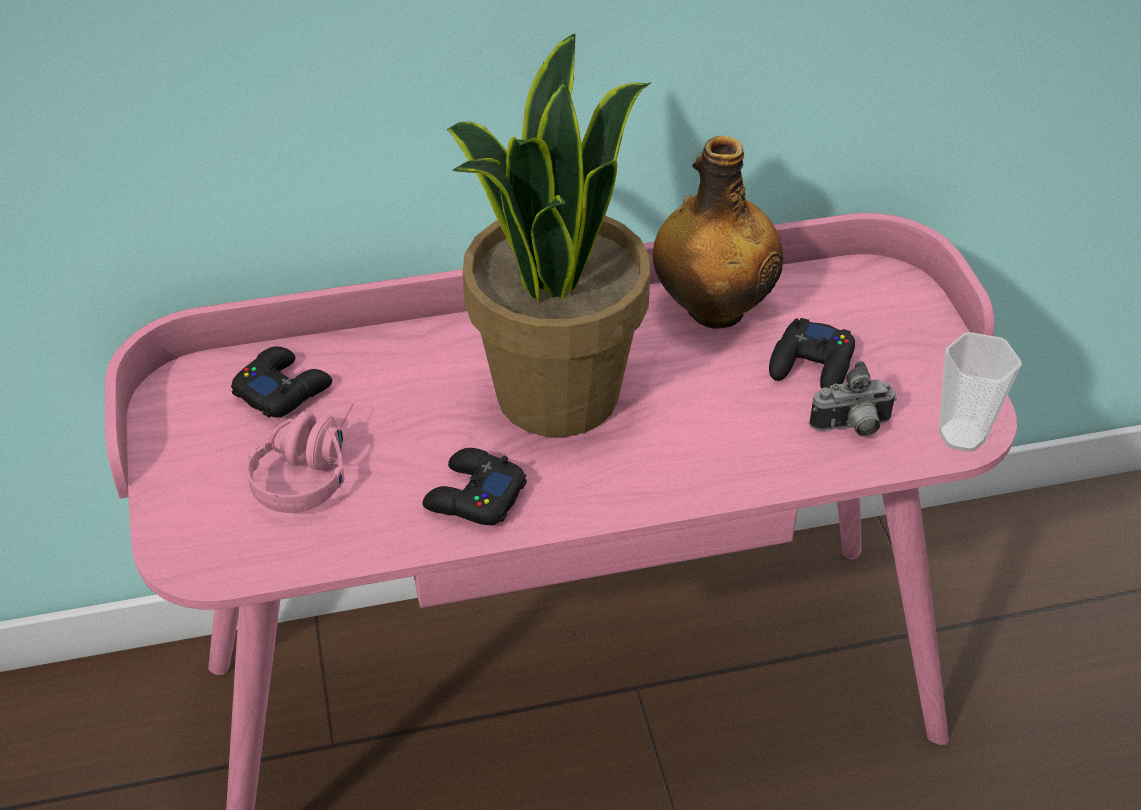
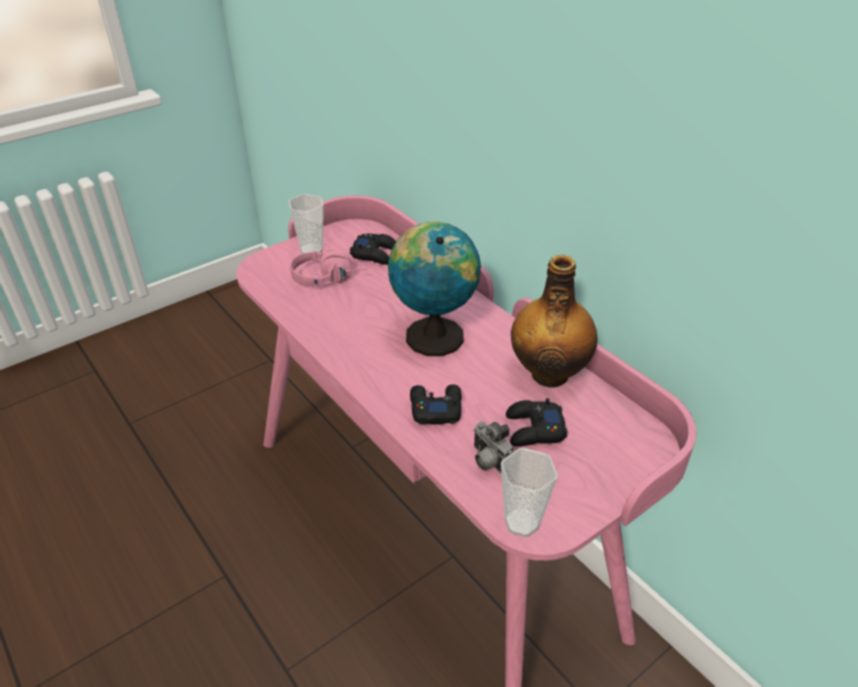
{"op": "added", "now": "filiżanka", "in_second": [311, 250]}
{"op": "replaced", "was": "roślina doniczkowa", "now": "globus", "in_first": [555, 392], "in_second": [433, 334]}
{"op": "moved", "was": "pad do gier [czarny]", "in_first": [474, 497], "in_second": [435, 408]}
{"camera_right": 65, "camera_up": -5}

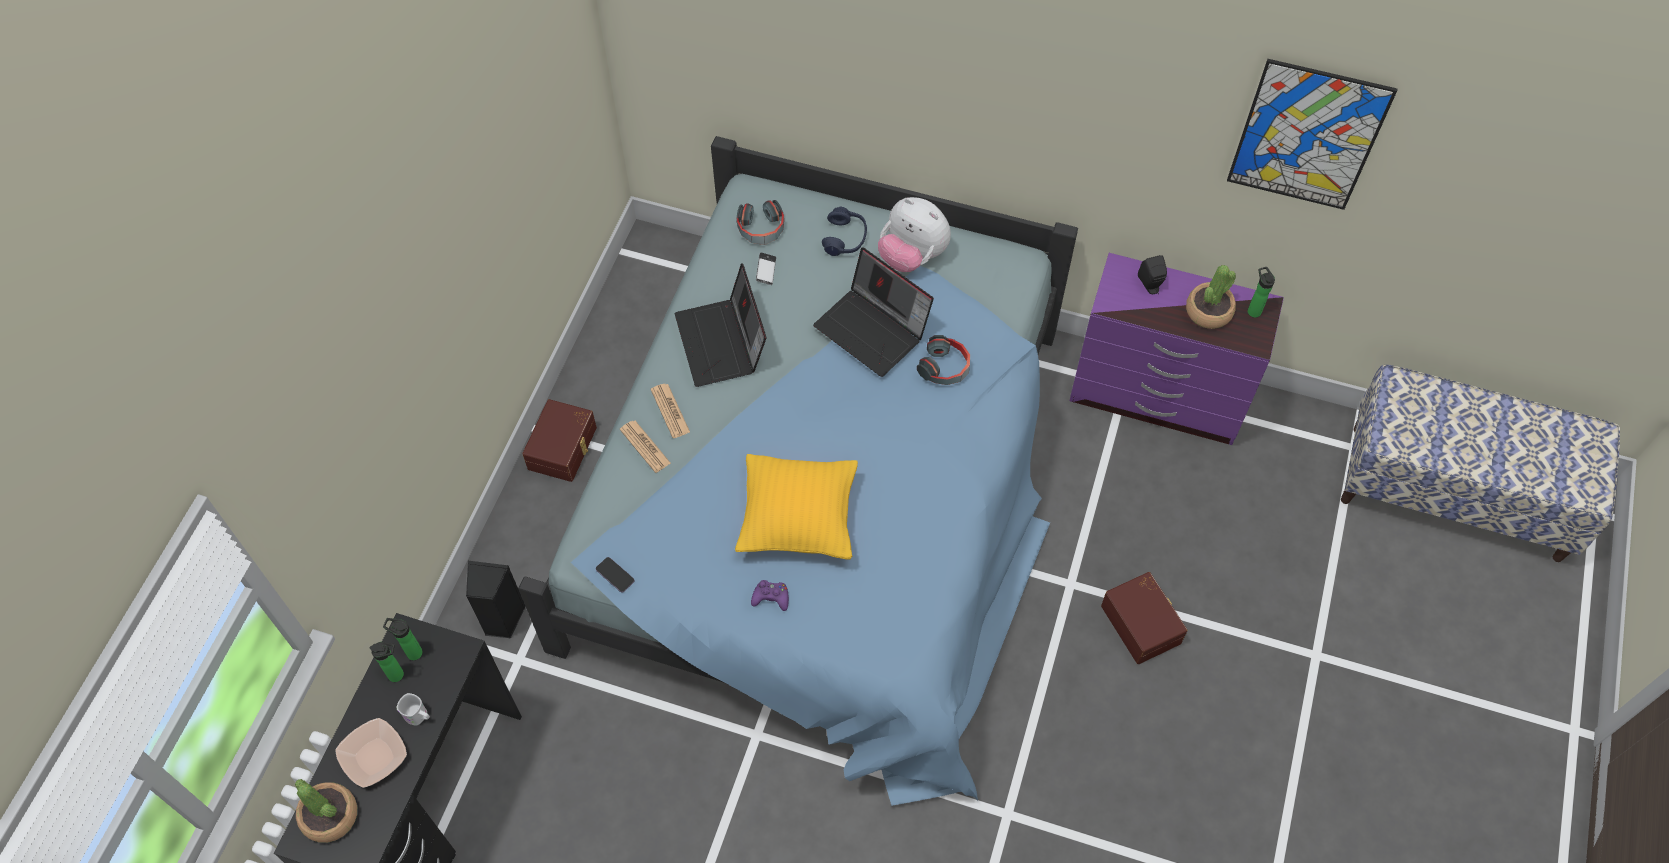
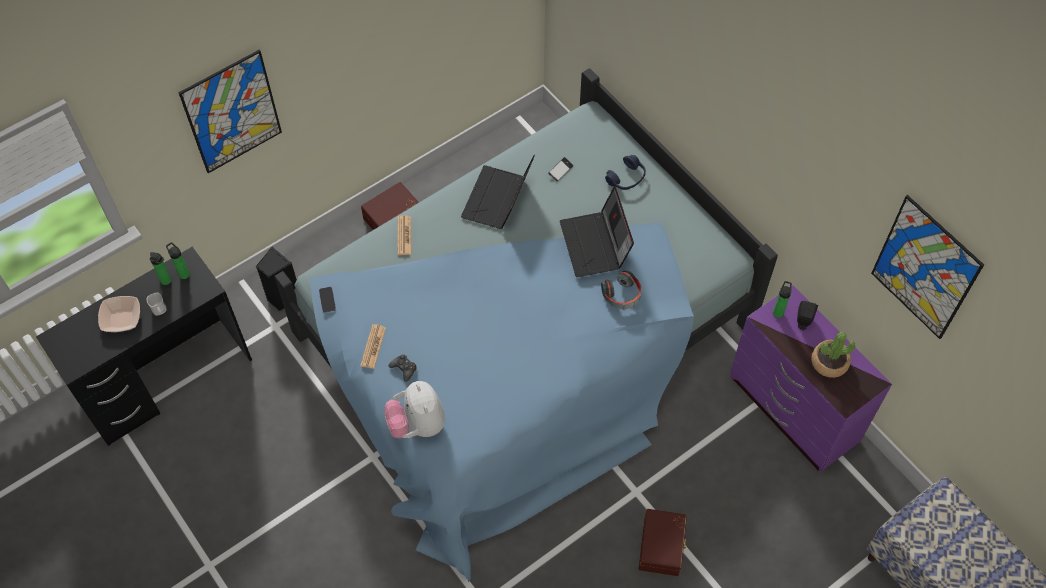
{"op": "added", "now": "obraz", "in_second": [232, 112]}
{"op": "moved", "was": "gazeta", "in_first": [670, 411], "in_second": [373, 347]}
{"op": "moved", "was": "pluszak", "in_first": [912, 256], "in_second": [417, 424]}
{"op": "recoloured", "was": "pad do gier [fioletowy]", "now": "pad do gier [czarny]", "in_first": [771, 597], "in_second": [404, 369]}
{"op": "moved", "was": "butelka", "in_first": [1253, 310], "in_second": [778, 311]}
{"op": "removed", "was": "roślina doniczkowa", "in_first": [330, 815]}
{"op": "removed", "was": "poduszka [żółty]", "in_first": [798, 520]}
{"op": "removed", "was": "słuchawki", "in_first": [761, 229]}
{"camera_right": 35, "camera_up": 0}

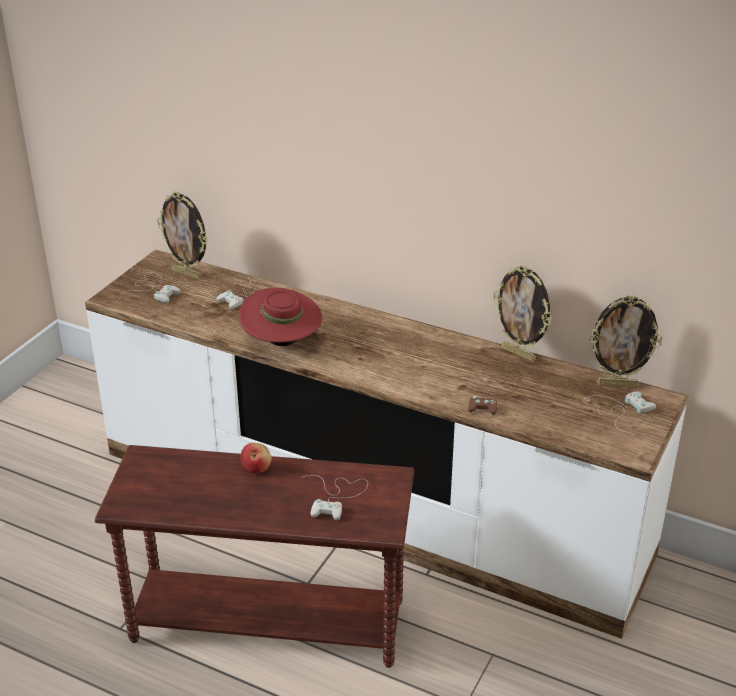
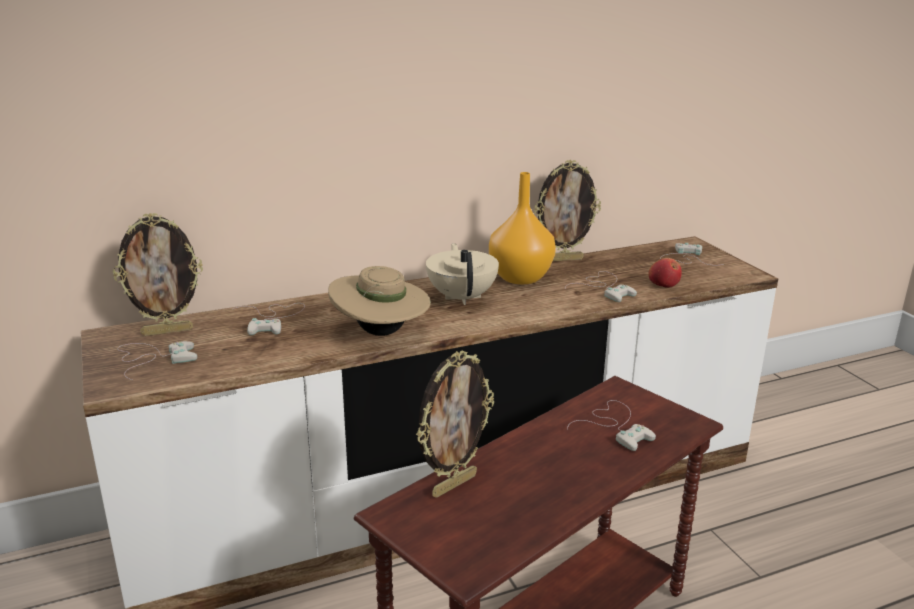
{"op": "recoloured", "was": "kapelusz [czerwony]", "now": "kapelusz [beżowy]", "in_first": [282, 342], "in_second": [381, 333]}
{"op": "moved", "was": "ramka na zdjęcie", "in_first": [617, 384], "in_second": [453, 484]}
{"op": "added", "now": "imbryk [beżowy]", "in_second": [462, 297]}
{"op": "added", "now": "wazon [pomarańczowy]", "in_second": [520, 277]}
{"op": "recoloured", "was": "pad do gier [brązowy]", "now": "pad do gier [biały]", "in_first": [489, 395], "in_second": [604, 288]}
{"op": "moved", "was": "jabłko", "in_first": [256, 467], "in_second": [663, 285]}
{"camera_right": -50, "camera_up": -10}

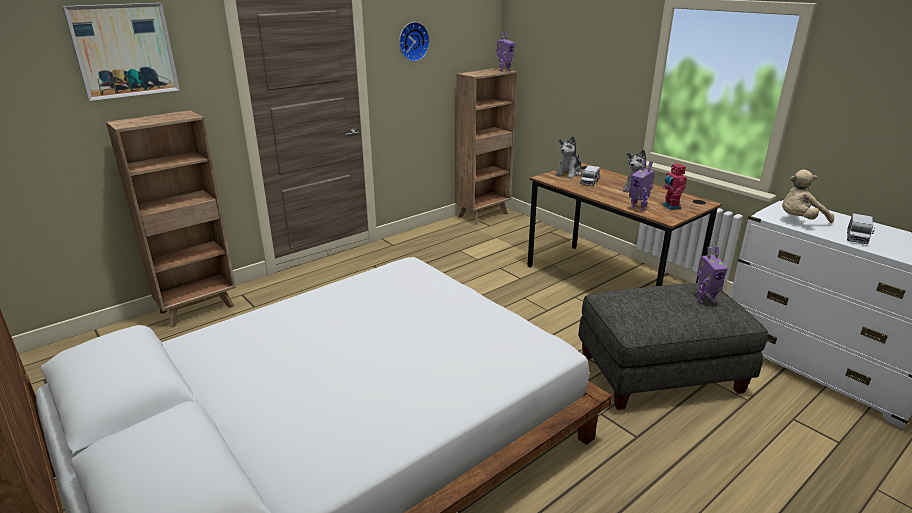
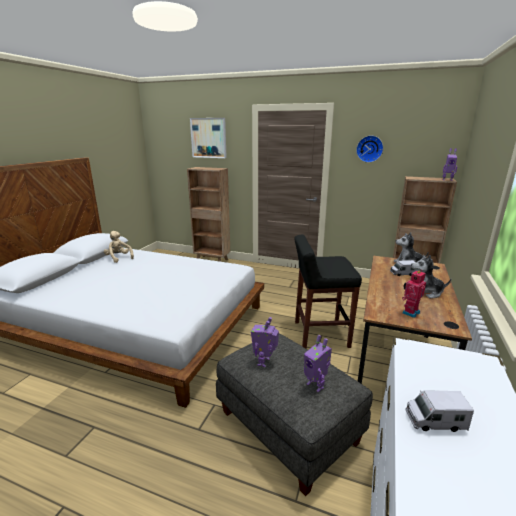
{"op": "moved", "was": "pluszak [beżowy]", "in_first": [799, 220], "in_second": [119, 258]}
{"op": "moved", "was": "robot zabawkowy", "in_first": [638, 208], "in_second": [264, 362]}
{"op": "added", "now": "stołek [czarny]", "in_second": [320, 334]}
{"camera_right": 60, "camera_up": -5}

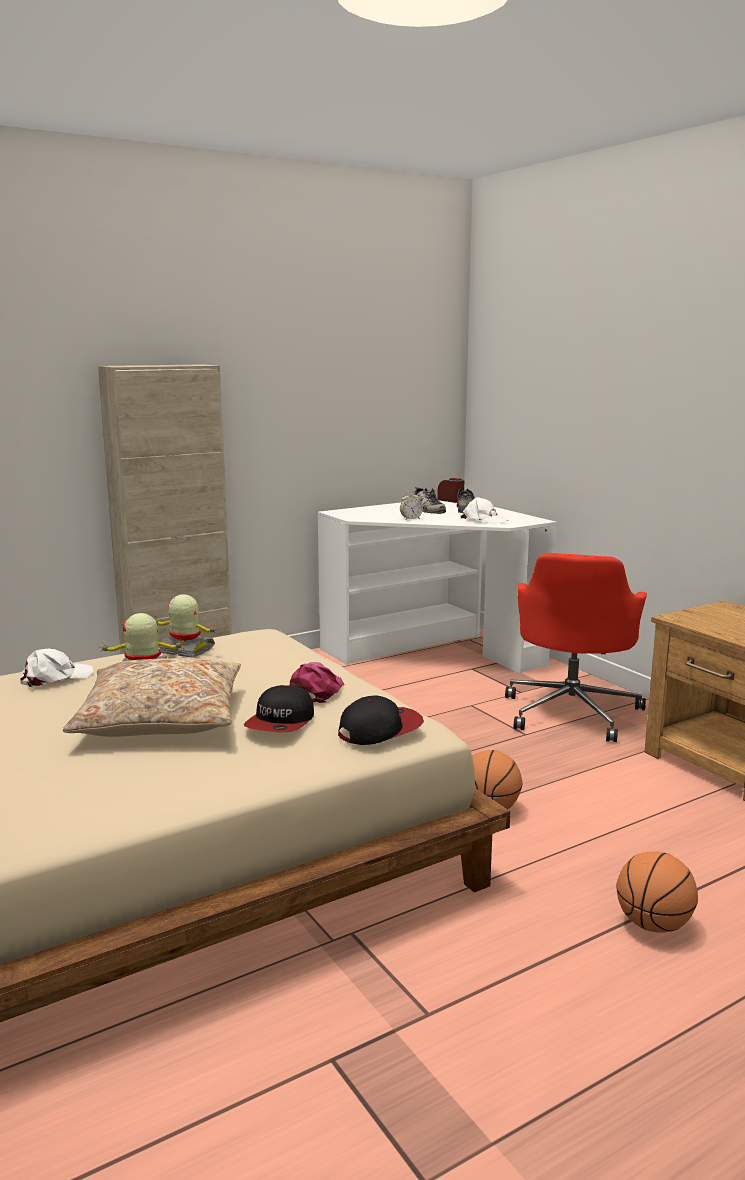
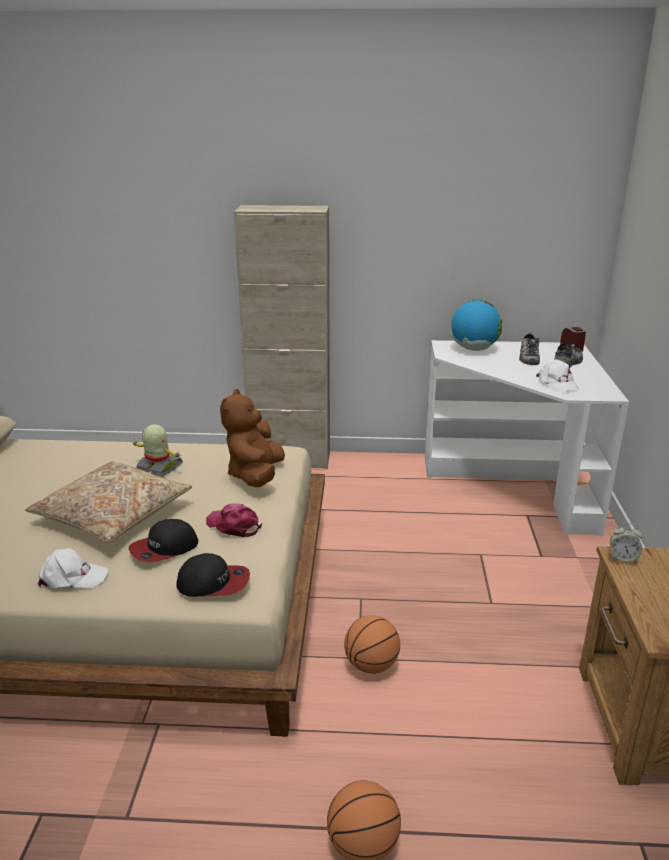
{"op": "moved", "was": "czapka z daszkiem [biały]", "in_first": [55, 677], "in_second": [72, 577]}
{"op": "turned", "was": "czapka z daszkiem [różowy]", "in_first": [317, 691], "in_second": [233, 525], "clockwise": -105}
{"op": "added", "now": "pluszak [brązowy]", "in_second": [255, 475]}
{"op": "added", "now": "globus", "in_second": [474, 349]}
{"op": "moved", "was": "budzik", "in_first": [411, 519], "in_second": [623, 558]}
{"op": "removed", "was": "robot zabawkowy", "in_first": [186, 650]}
{"op": "removed", "was": "krzesło biurowe [czerwony]", "in_first": [572, 712]}
{"camera_right": 35, "camera_up": 10}

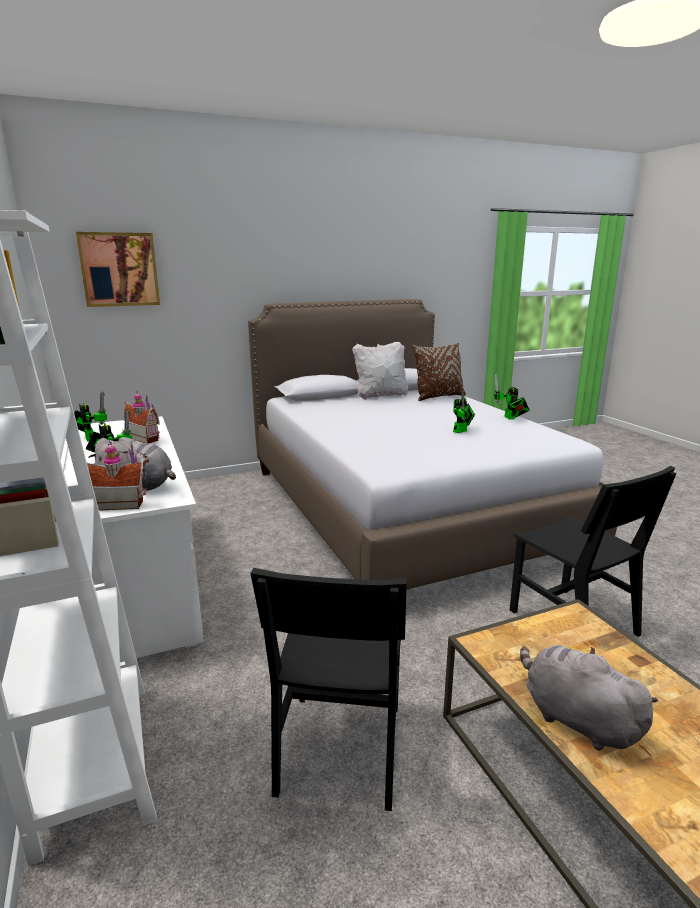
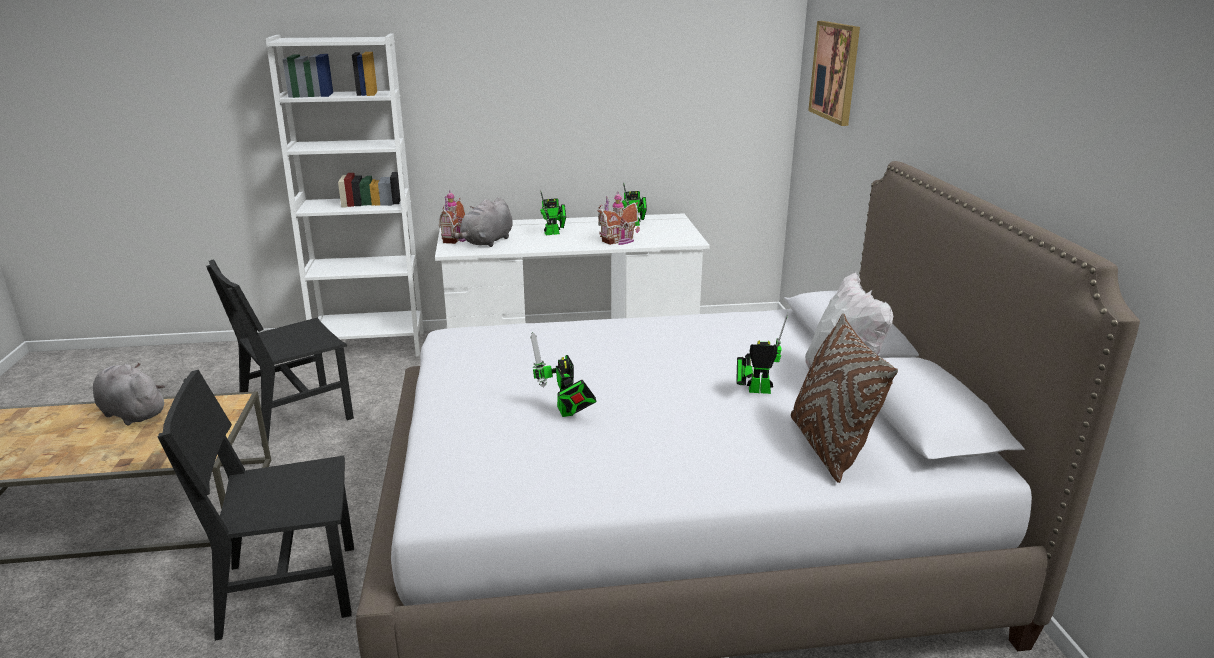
{"op": "turned", "was": "pluszak [szary]", "in_first": [575, 719], "in_second": [131, 413], "clockwise": -120}
{"op": "turned", "was": "krzesło [czarny]", "in_first": [340, 747], "in_second": [296, 416], "clockwise": -60}
{"op": "moved", "was": "robot zabawkowy", "in_first": [510, 418], "in_second": [755, 390]}
{"camera_right": 105, "camera_up": 5}

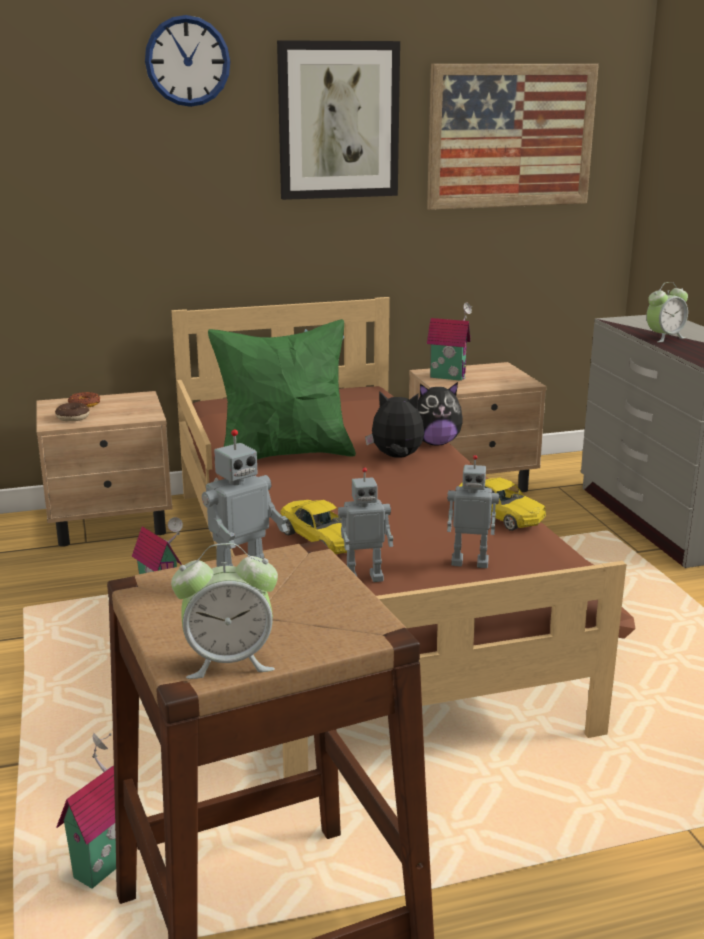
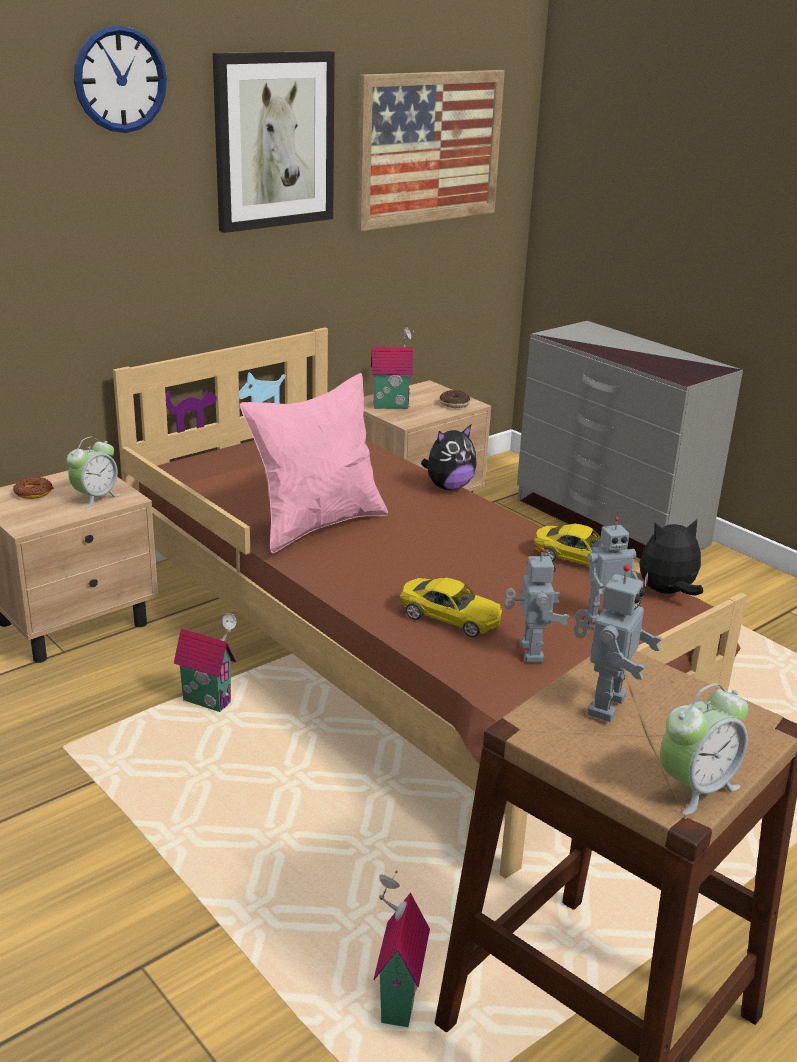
{"op": "moved", "was": "budzik", "in_first": [664, 337], "in_second": [95, 498]}
{"op": "recoloured", "was": "poduszka [zielony]", "now": "poduszka [różowy]", "in_first": [285, 455], "in_second": [317, 525]}
{"op": "moved", "was": "donut", "in_first": [73, 417], "in_second": [454, 404]}
{"op": "turned", "was": "robot zabawkowy", "in_first": [363, 577], "in_second": [529, 652], "clockwise": -60}
{"op": "moved", "was": "pluszak", "in_first": [396, 457], "in_second": [667, 593]}
{"camera_right": -25, "camera_up": 5}

